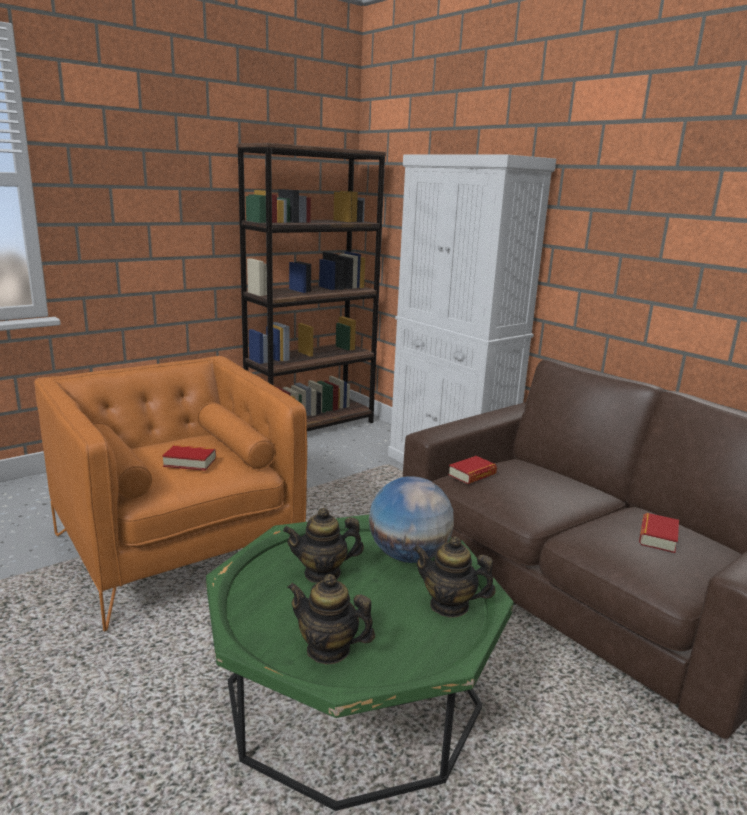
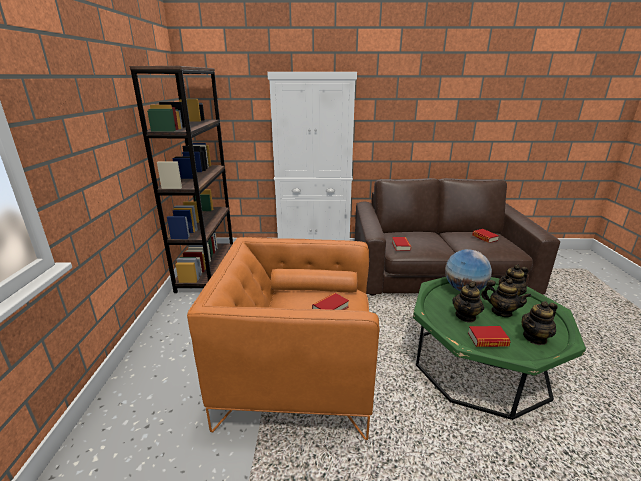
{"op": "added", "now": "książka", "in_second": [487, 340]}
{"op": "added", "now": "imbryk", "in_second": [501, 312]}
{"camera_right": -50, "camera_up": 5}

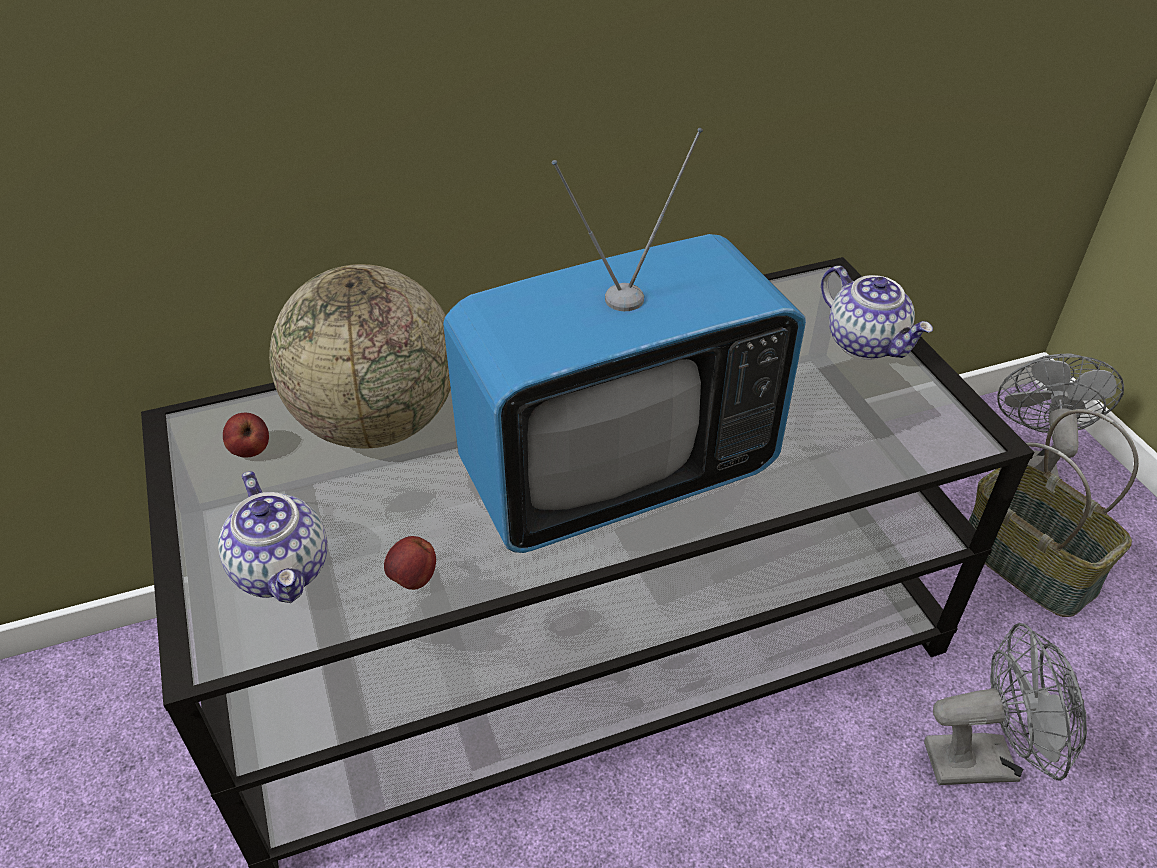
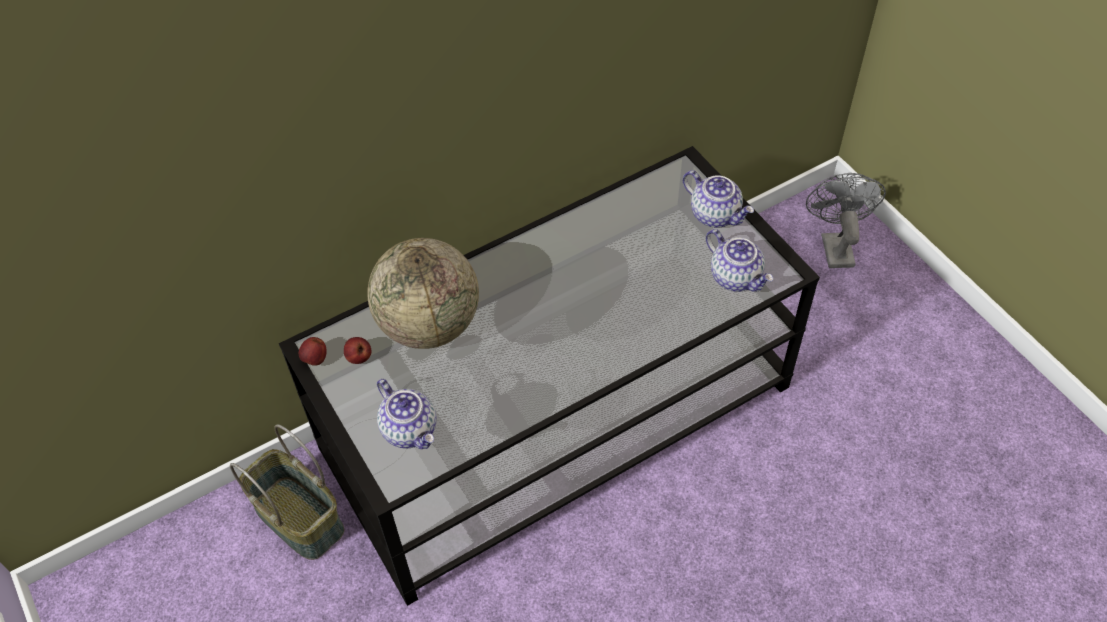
{"op": "moved", "was": "koszyk", "in_first": [1030, 564], "in_second": [301, 517]}
{"op": "moved", "was": "jabłko", "in_first": [413, 579], "in_second": [315, 359]}
{"op": "added", "now": "imbryk", "in_second": [736, 277]}
{"op": "removed", "was": "telewizor", "in_first": [617, 475]}
{"op": "removed", "was": "wentylator [szary]", "in_first": [984, 760]}
{"camera_right": -10, "camera_up": 10}

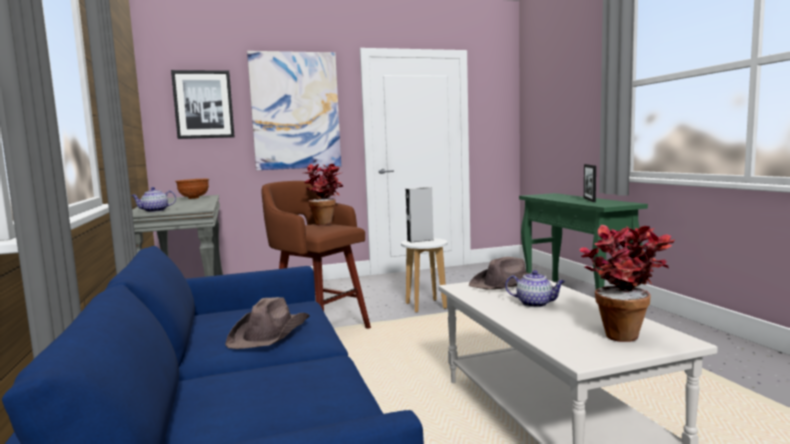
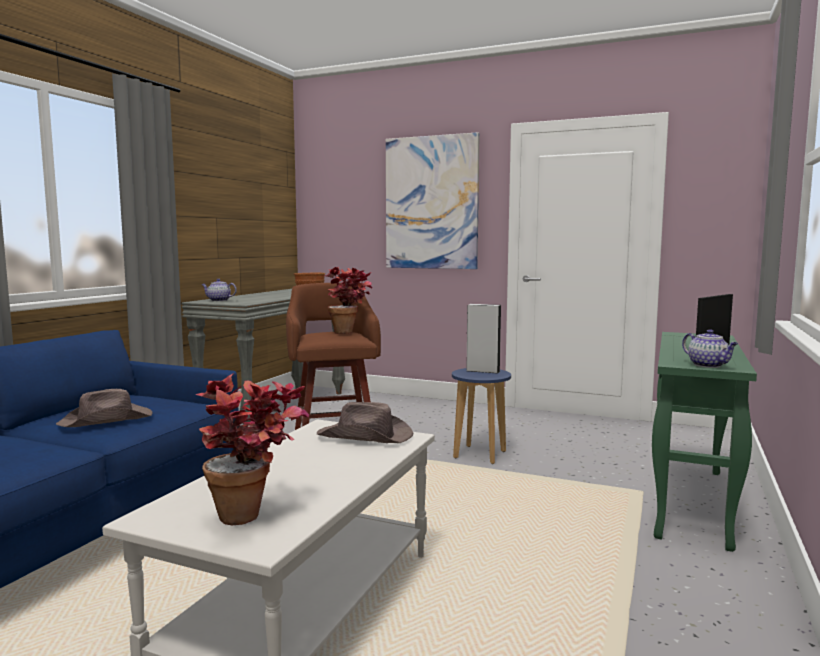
{"op": "recoloured", "was": "stołek [biały]", "now": "stołek [niebieski]", "in_first": [425, 306], "in_second": [479, 454]}
{"op": "moved", "was": "imbryk", "in_first": [535, 304], "in_second": [708, 365]}
{"op": "removed", "was": "obraz", "in_first": [203, 104]}
{"camera_right": 40, "camera_up": 0}

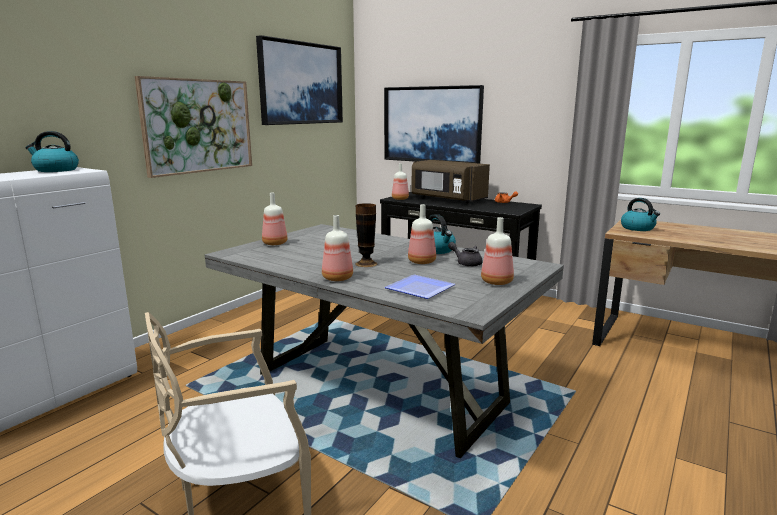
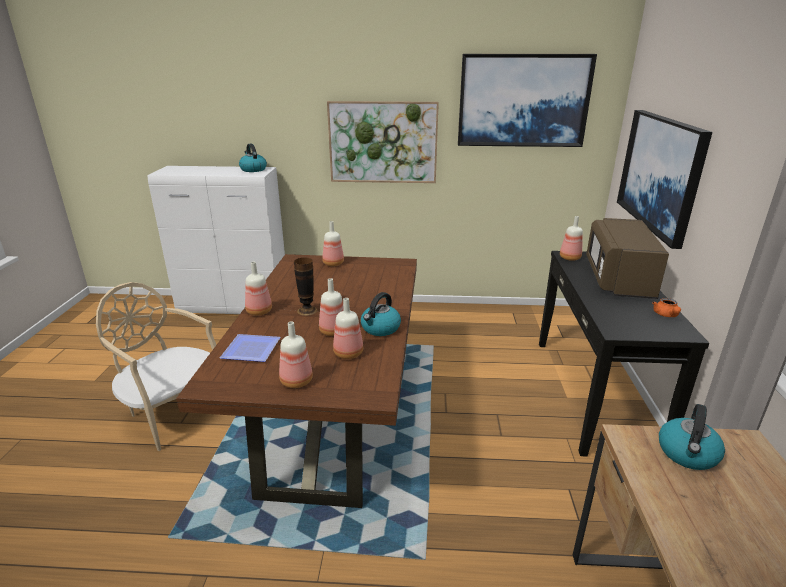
{"op": "recoloured", "was": "stół jadalny [szary]", "now": "stół jadalny [brązowy]", "in_first": [377, 388], "in_second": [332, 418]}
{"op": "replaced", "was": "imbryk [szary]", "now": "butelka", "in_first": [466, 263], "in_second": [347, 353]}
{"camera_right": 60, "camera_up": 10}

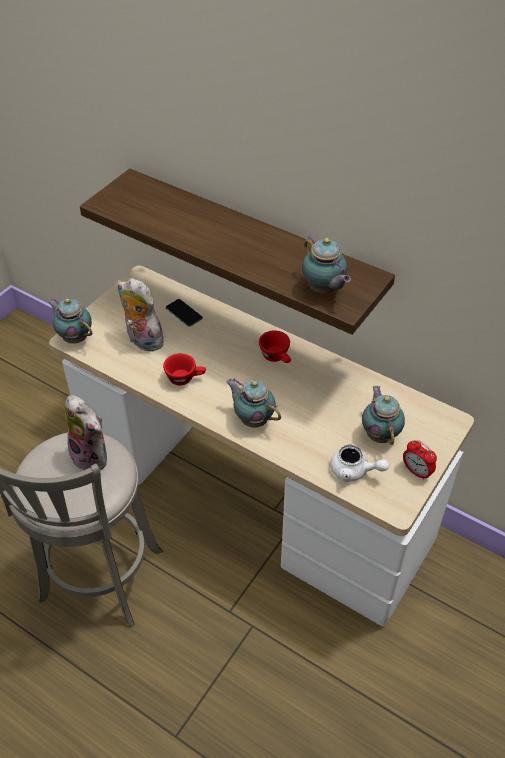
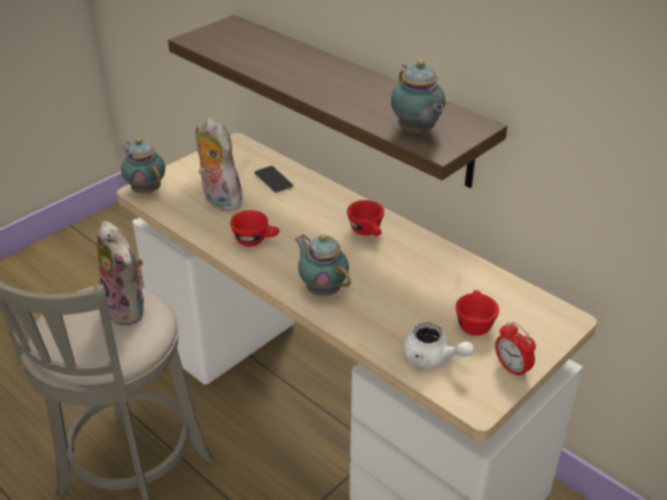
{"op": "replaced", "was": "imbryk", "now": "filiżanka [czerwony]", "in_first": [380, 434], "in_second": [473, 322]}
{"camera_right": 10, "camera_up": -10}

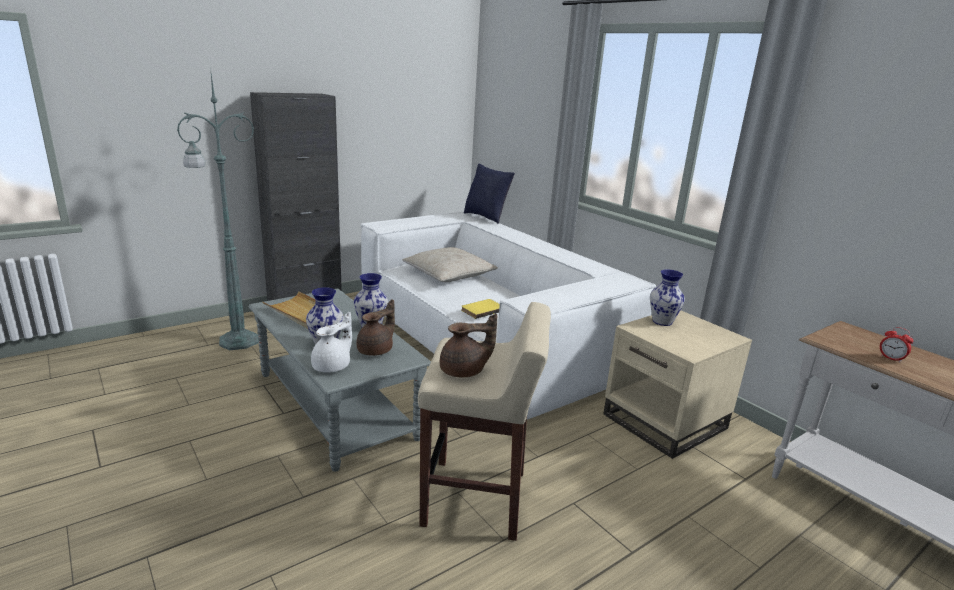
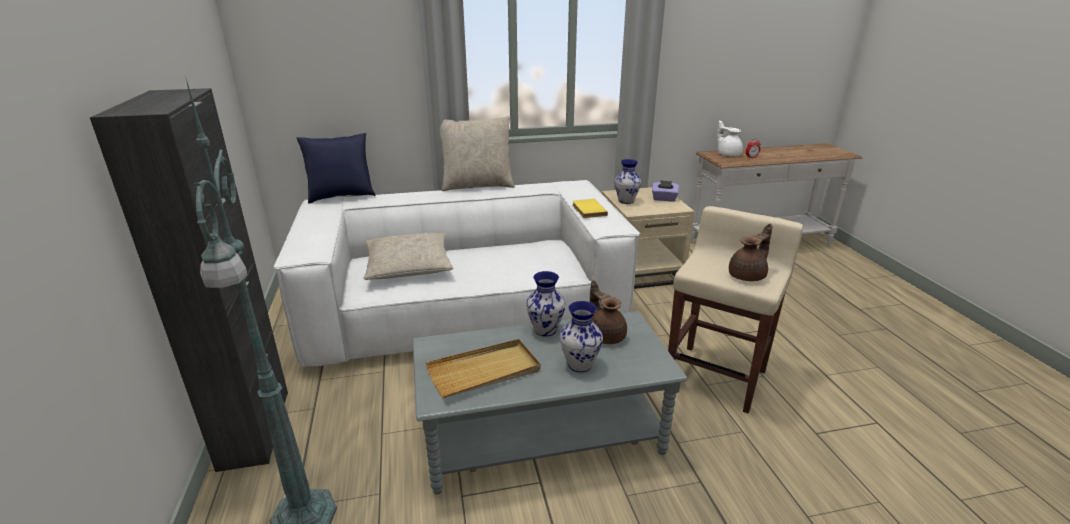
{"op": "added", "now": "poduszka [beżowy]", "in_second": [477, 185]}
{"op": "moved", "was": "książka [żółty]", "in_first": [481, 310], "in_second": [587, 210]}
{"op": "added", "now": "pudełko chusteczek [fioletowy]", "in_second": [664, 199]}
{"op": "moved", "was": "imbryk [biały]", "in_first": [333, 366], "in_second": [728, 154]}
{"op": "turned", "was": "imbryk [brązowy]", "in_first": [464, 371], "in_second": [748, 276], "clockwise": 45}
{"camera_right": -65, "camera_up": 5}

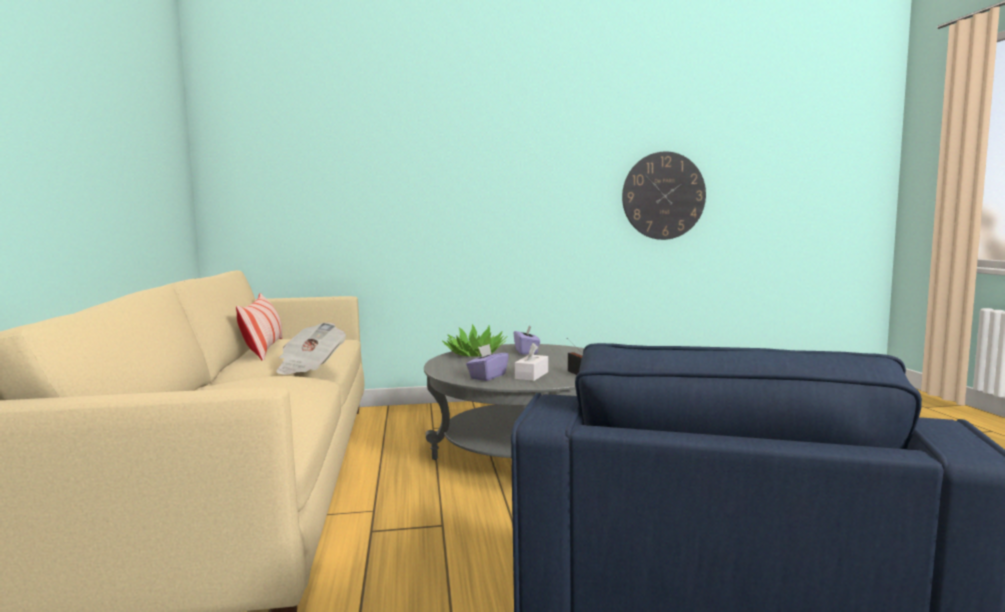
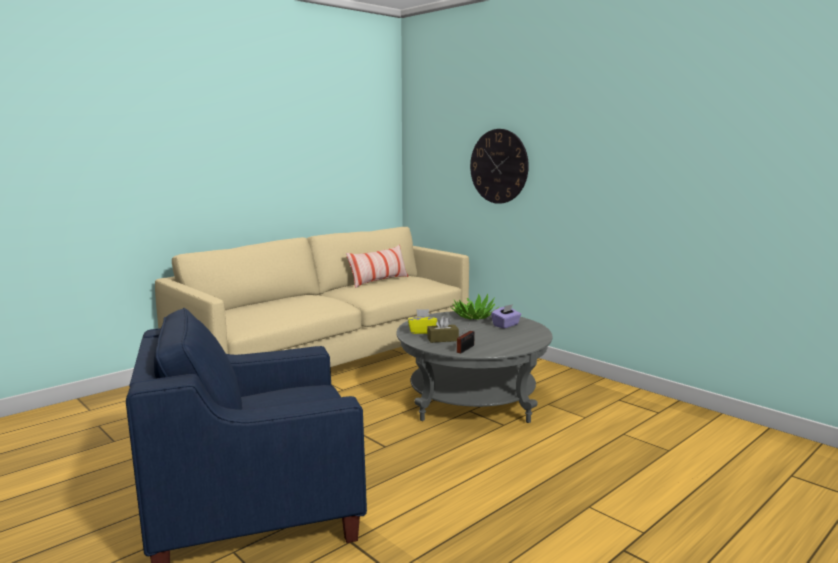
{"op": "recoloured", "was": "pudełko chusteczek [fioletowy]", "now": "pudełko chusteczek [żółty]", "in_first": [487, 376], "in_second": [422, 331]}
{"op": "recoloured", "was": "pudełko chusteczek [biały]", "now": "pudełko chusteczek [brązowy]", "in_first": [531, 375], "in_second": [442, 339]}
{"op": "moved", "was": "zegar ścienny", "in_first": [663, 196], "in_second": [499, 166]}
{"op": "removed", "was": "gazeta", "in_first": [310, 367]}
{"camera_right": 55, "camera_up": 5}

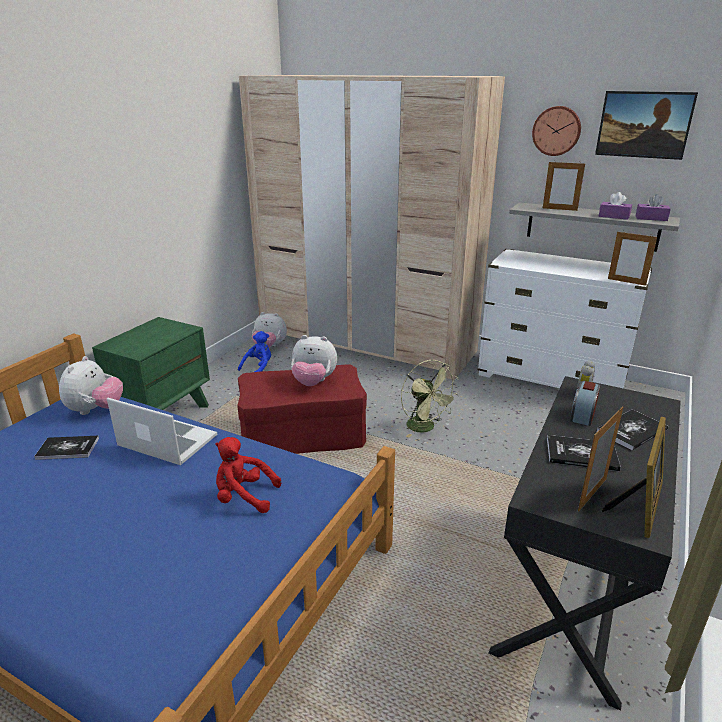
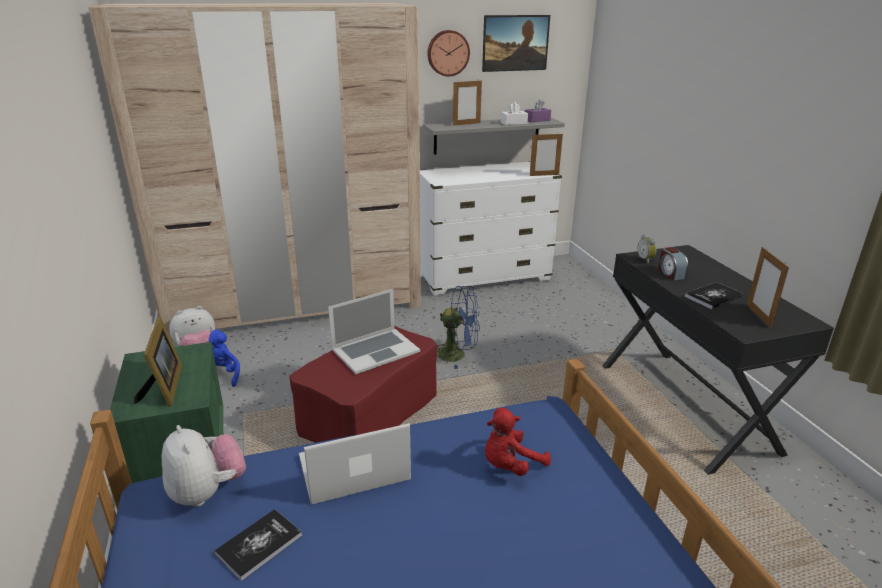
{"op": "moved", "was": "ramka na zdjęcie", "in_first": [639, 506], "in_second": [165, 387]}
{"op": "replaced", "was": "pluszak", "now": "laptop", "in_first": [313, 382], "in_second": [375, 350]}
{"op": "recoloured", "was": "wentylator [zielony]", "now": "wentylator [niebieski]", "in_first": [425, 428], "in_second": [458, 355]}
{"op": "recoloured", "was": "pudełko chusteczek [fioletowy]", "now": "pudełko chusteczek [biały]", "in_first": [614, 216], "in_second": [513, 123]}
{"op": "removed", "was": "książka", "in_first": [631, 431]}
{"camera_right": -45, "camera_up": 0}

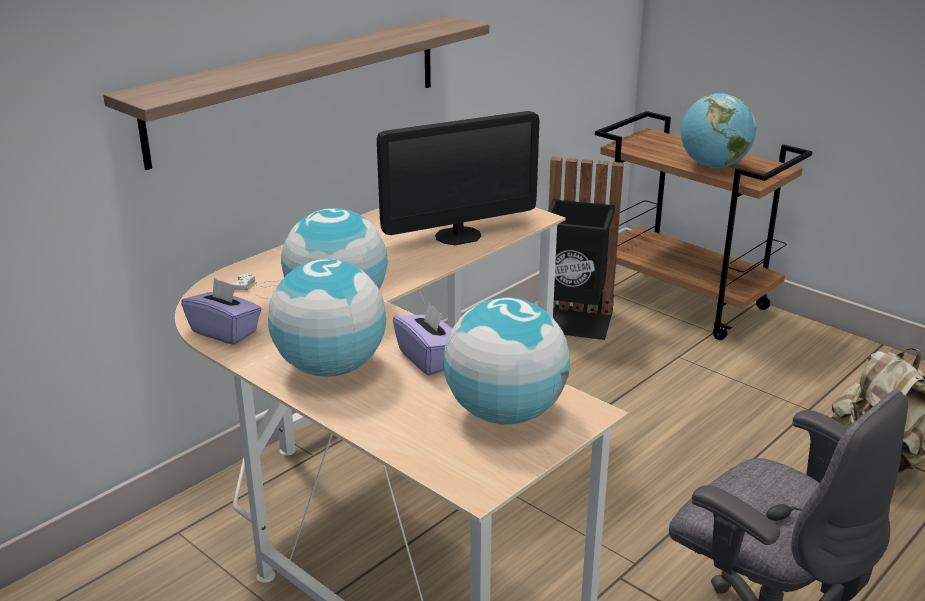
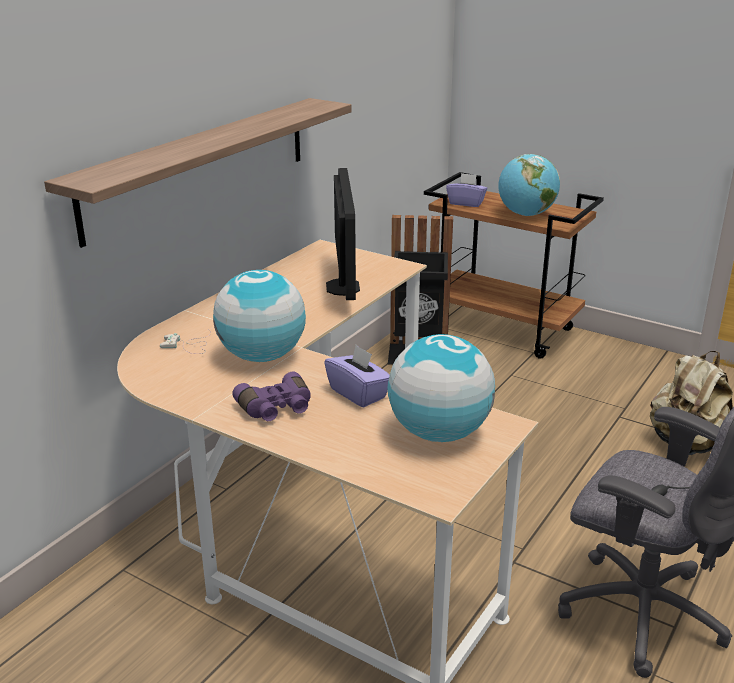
{"op": "replaced", "was": "globus", "now": "lornetka [fioletowy]", "in_first": [331, 368], "in_second": [276, 409]}
{"op": "turned", "was": "monitor", "in_first": [458, 236], "in_second": [342, 287], "clockwise": -60}
{"op": "moved", "was": "pudełko chusteczek [fioletowy]", "in_first": [225, 332], "in_second": [466, 203]}
{"camera_right": -10, "camera_up": 0}

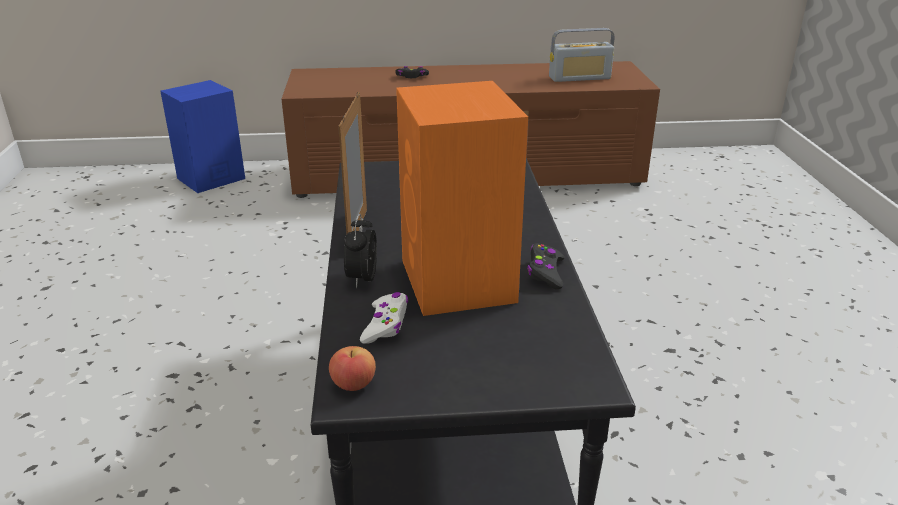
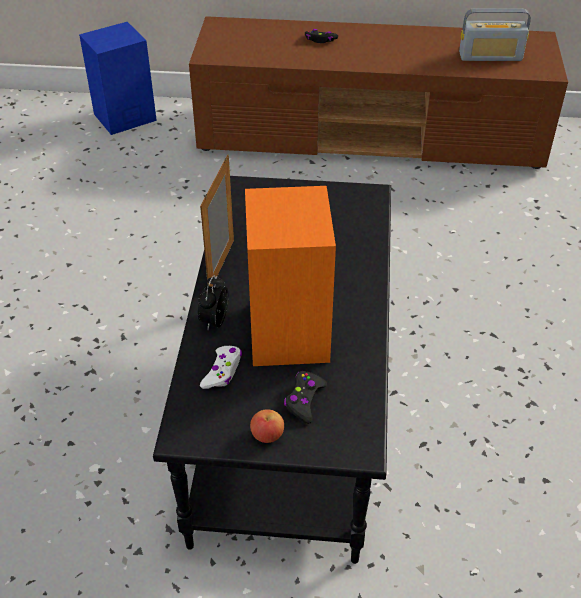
{"op": "moved", "was": "jabłko", "in_first": [353, 384], "in_second": [267, 435]}
{"op": "moved", "was": "pad do gier [czarny]", "in_first": [545, 272], "in_second": [304, 400]}
{"camera_right": 10, "camera_up": 15}

